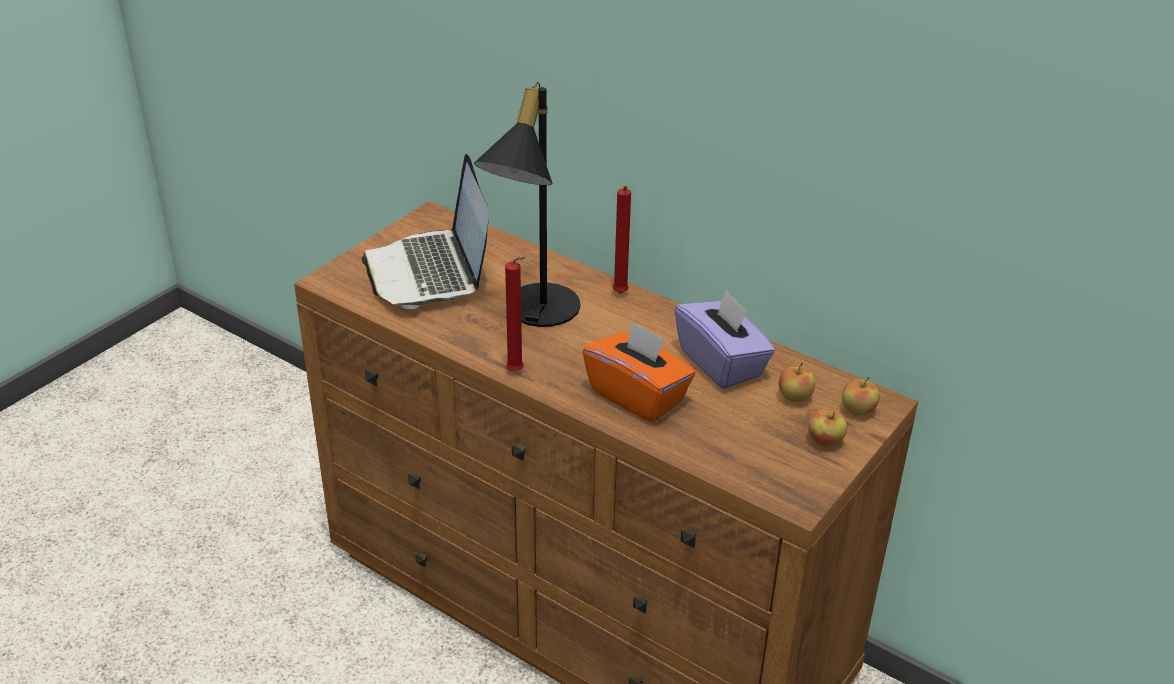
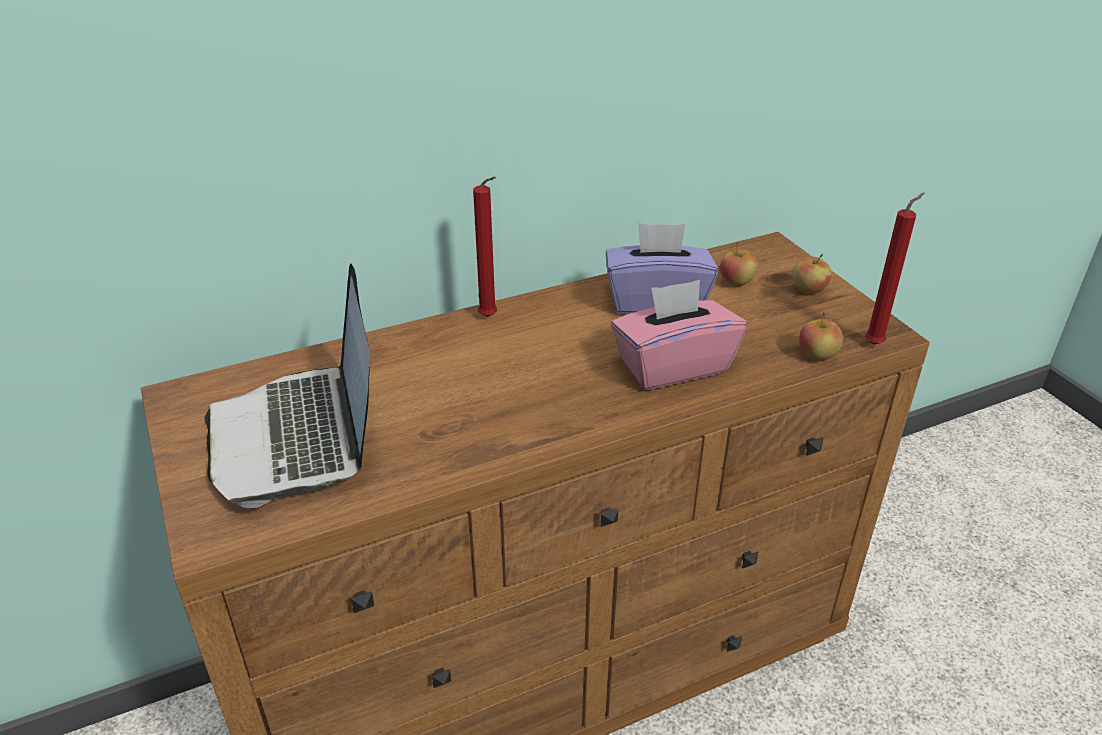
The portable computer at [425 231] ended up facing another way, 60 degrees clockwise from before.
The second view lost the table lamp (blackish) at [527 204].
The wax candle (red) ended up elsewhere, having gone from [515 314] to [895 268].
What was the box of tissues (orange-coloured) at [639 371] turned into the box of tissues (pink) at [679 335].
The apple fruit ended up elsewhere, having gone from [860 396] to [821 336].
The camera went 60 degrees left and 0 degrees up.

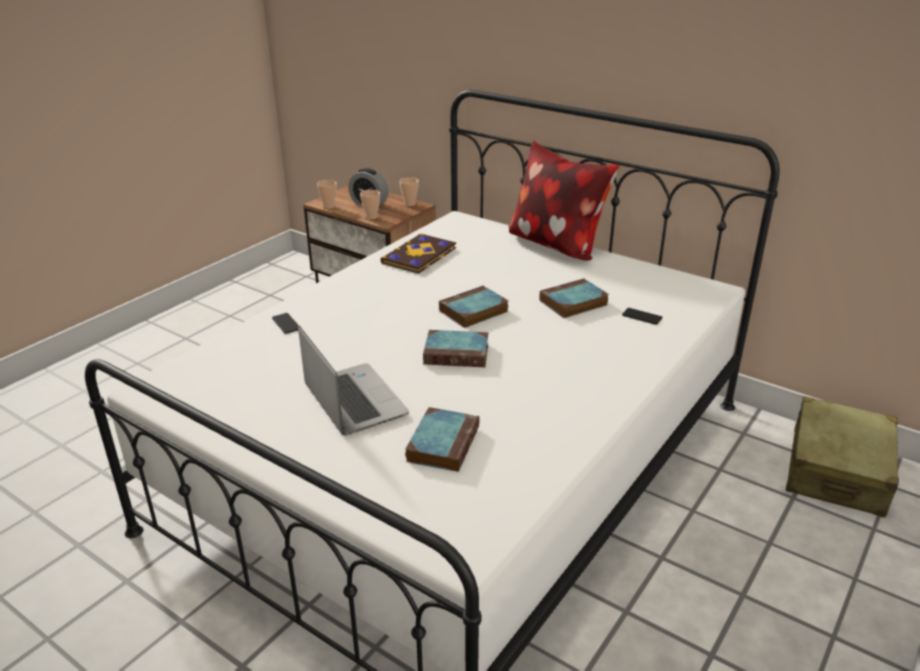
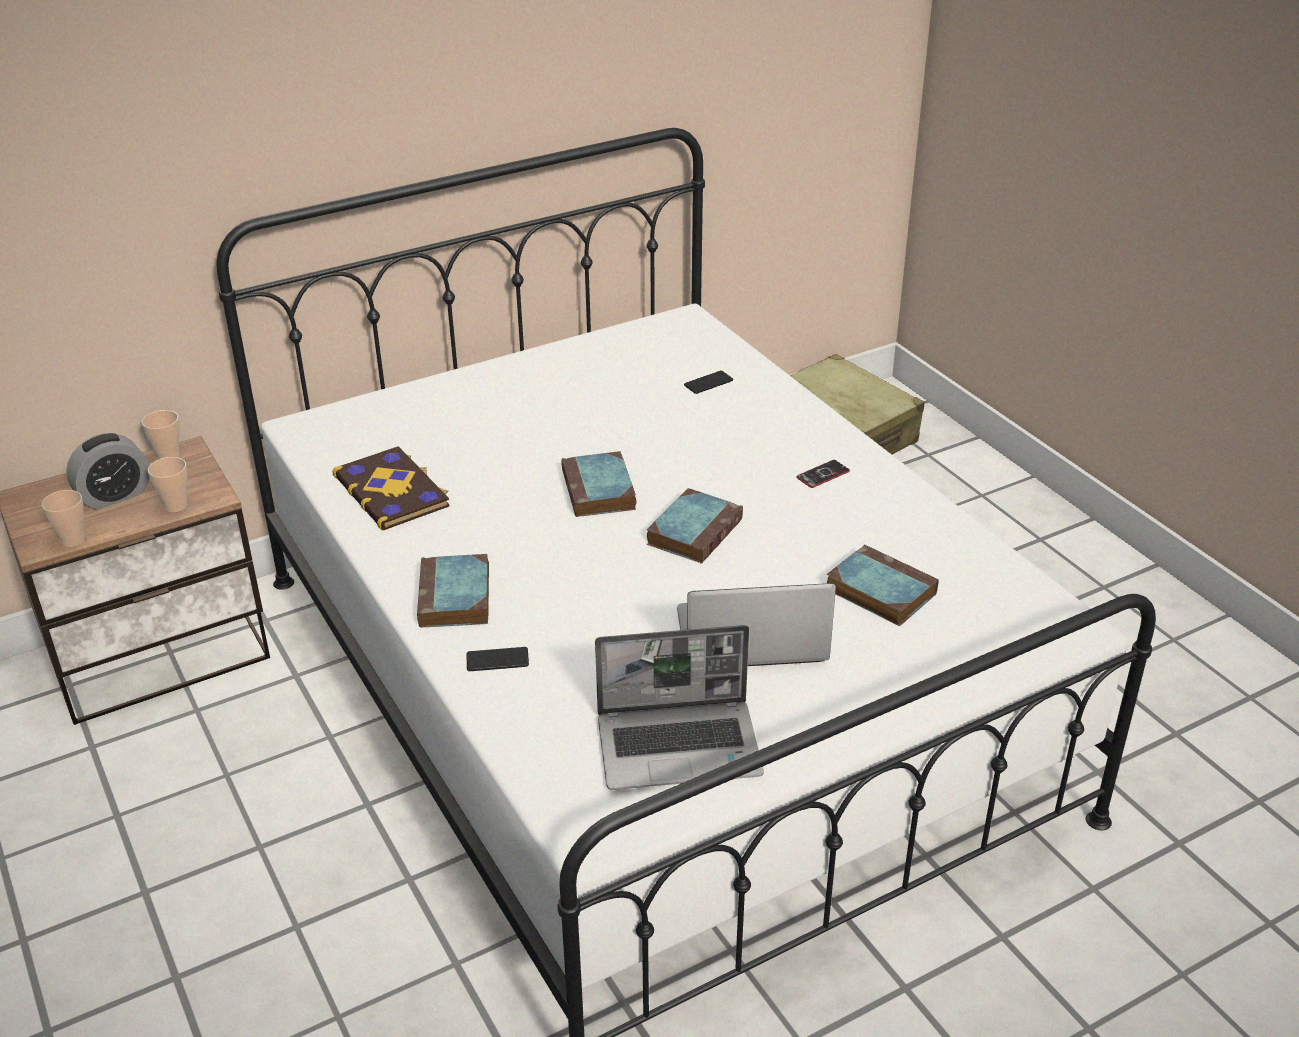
The second view lost the throw pillow at [564 200].
The bound book ended up elsewhere, having gone from [574 298] to [453 591].
The second view gained the portable computer at [679 707].
The second view gained the handset at [823 474].
The camera went 65 degrees left and 5 degrees up.

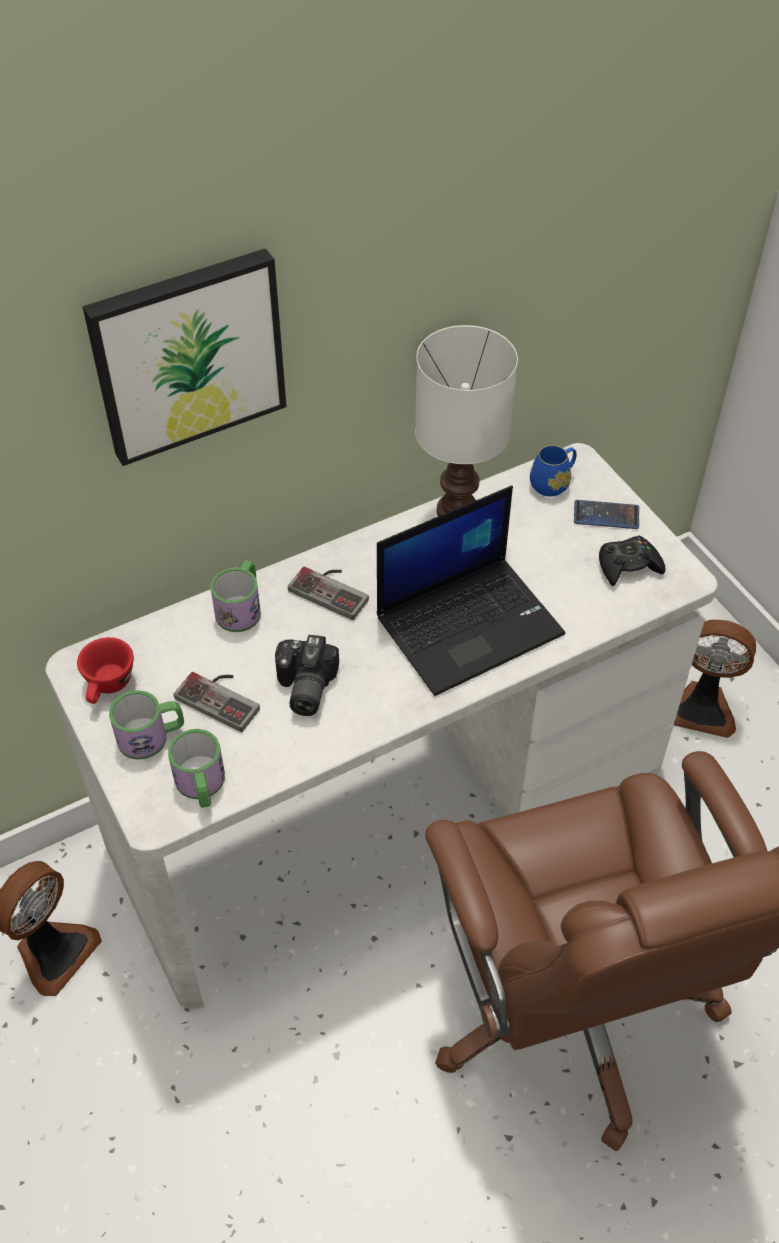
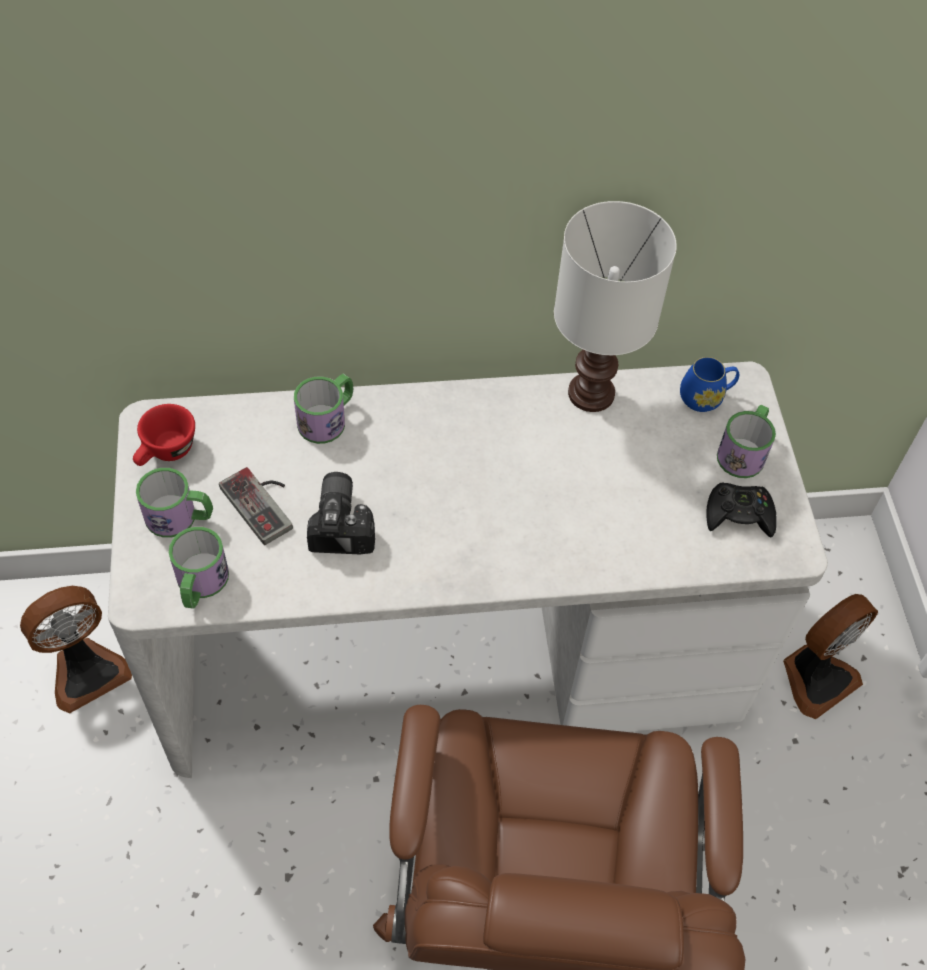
The second view lost the wall art at [185 357].
The still camera at [307 675] ended up facing another way, 150 degrees clockwise from before.
The second view lost the game controller at [328 593].
The second view lost the portable computer at [471 591].
Where the handset stood at [606 514], the mug came to stand at [746 441].
The fan at [715 679] ended up facing another way, 75 degrees counterclockwise from before.
The camera went 20 degrees right and 5 degrees up.

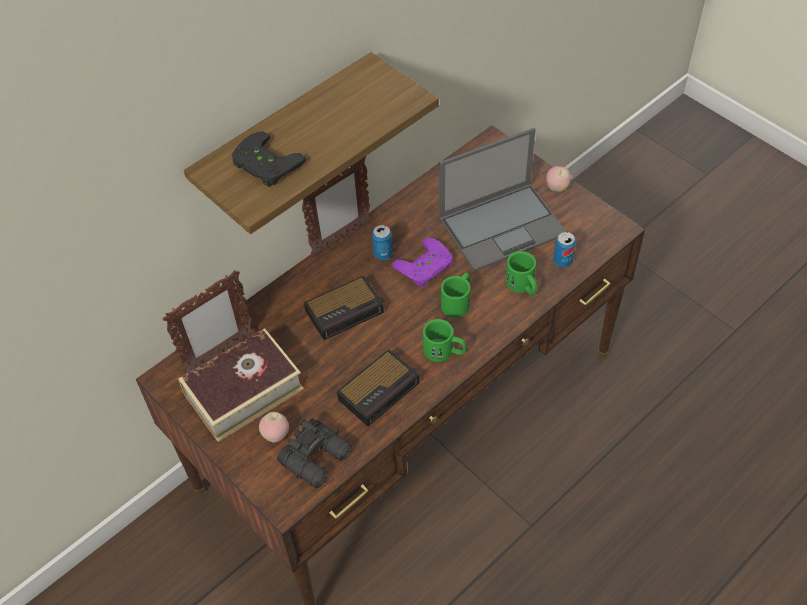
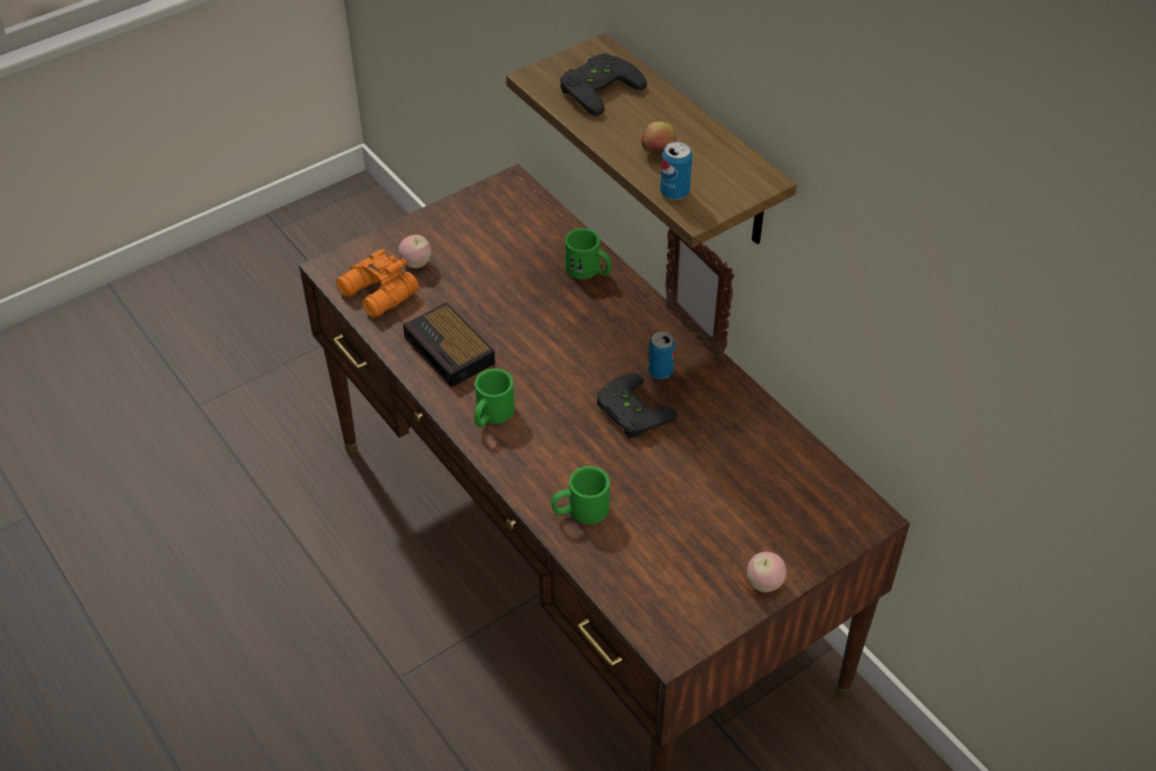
The second view lost the photo frame at [208 322].
The second view lost the bound book at [241 385].
What was the binoculars (blackish) at [314 453] turned into the binoculars (orange-coloured) at [377 283].
The second view lost the table clock at [344 308].
What was the game controller (purplish) at [422 262] turned into the game controller (blackish) at [637 406].
The second view lost the portable computer at [502 200].
The mug (greenish) ended up elsewhere, having gone from [456 295] to [588 253].
The metal can ended up elsewhere, having gone from [564 249] to [676 171].
The second view gained the apple fruit at [659 138].
The camera went 95 degrees right and 5 degrees down.

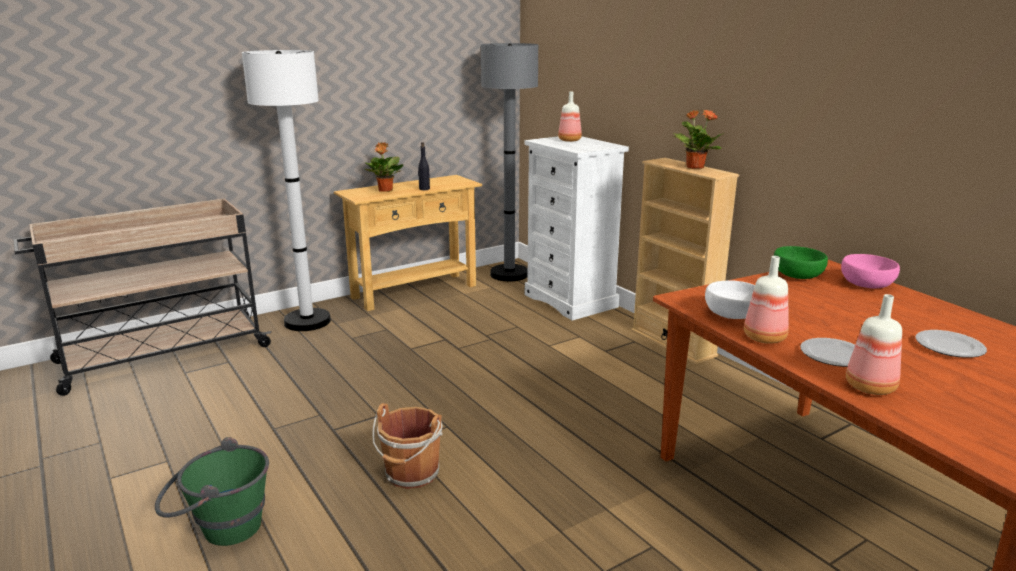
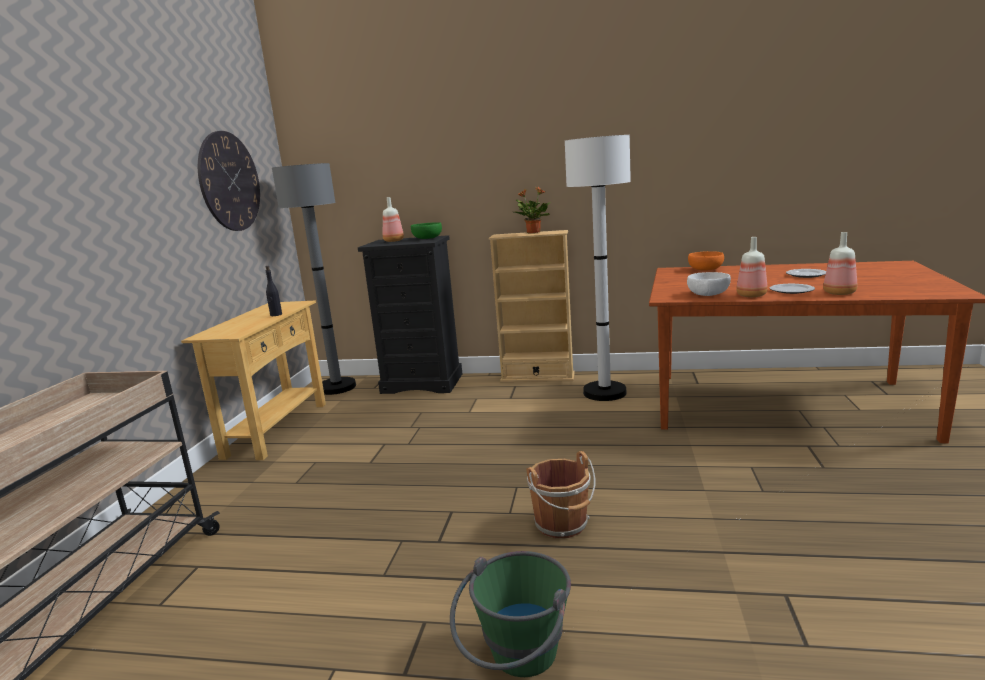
The standing lamp (white) ended up elsewhere, having gone from [286 190] to [598 268].
The second view lost the plant in a pot at [384 167].
What was the dresser (white) at [576 228] turned into the dresser (blackish) at [410 314].
The deep dish (greenish) ended up elsewhere, having gone from [801 262] to [426 230].
What was the deep dish (pink) at [870 271] turned into the deep dish (orange-coloured) at [706 261].
The second view gained the wall clock at [229 181].
The camera went 45 degrees left and 5 degrees down.

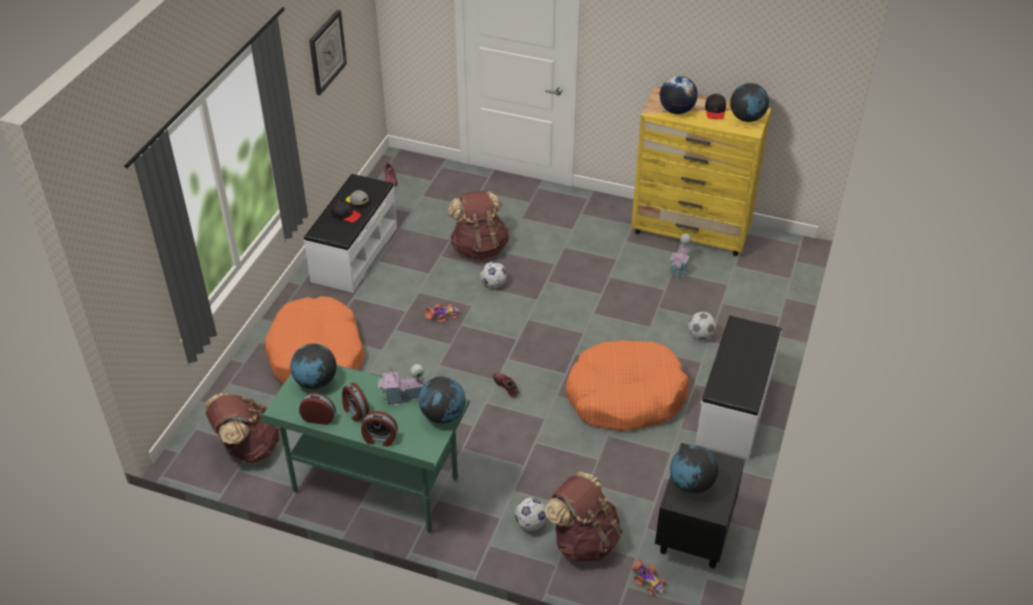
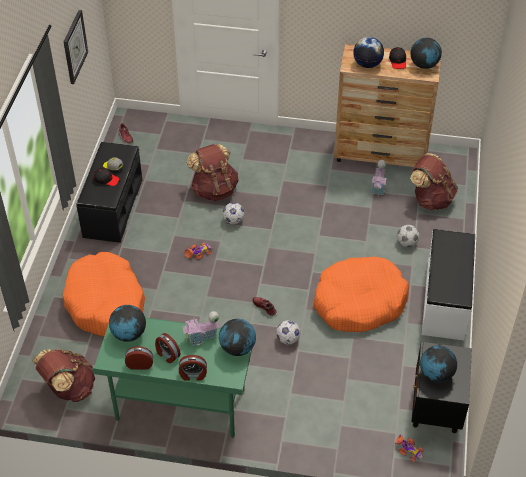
What was the long seat (white) at [350 233] turned into the long seat (blackish) at [109 192].
The football ball ended up elsewhere, having gone from [531 514] to [288 332].
The rucksack (brown-coloured) ended up elsewhere, having gone from [583 516] to [434 182].
What was the dresser (yellowish) at [701 171] turned into the dresser (brown-coloured) at [387 105].
The camera went 10 degrees left and 5 degrees up.

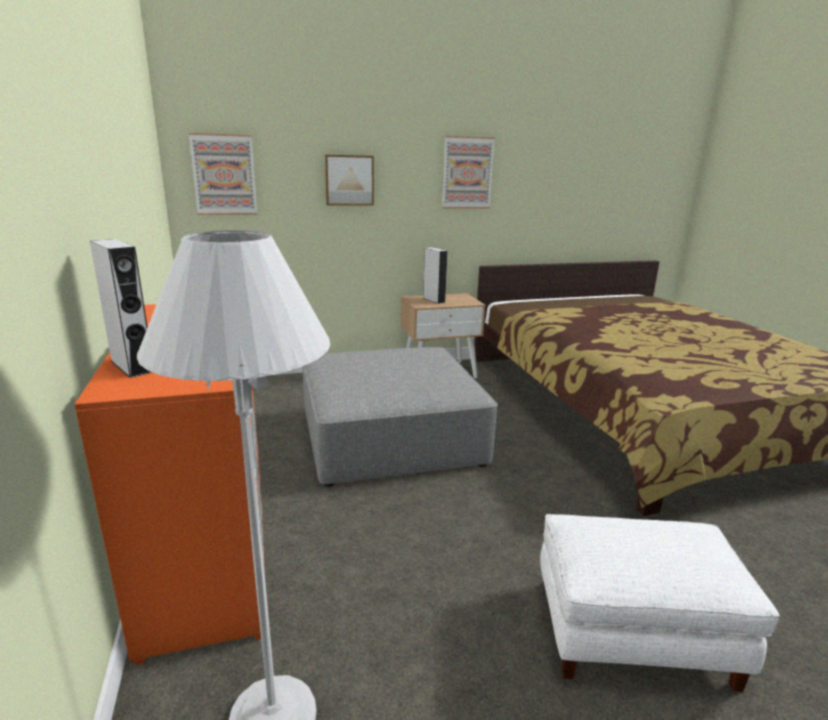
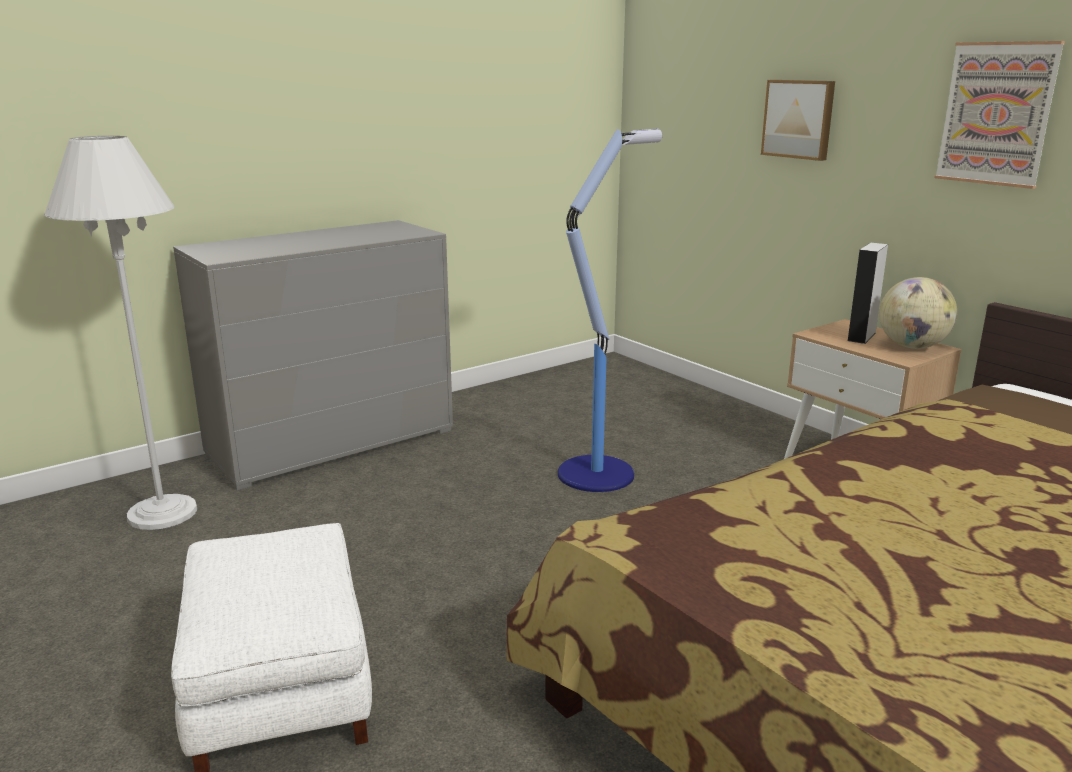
What was the dresser (orange-coloured) at [169 484] turned into the dresser (gray) at [313 355].
The second view lost the loudspeaker (gray) at [121 308].
The second view lost the wall art at [223 174].
Where the footrest (gray) stood at [400 417], the standing lamp came to stand at [610 310].
The second view gained the desk globe at [918 313].
The camera went 70 degrees right and 0 degrees up.

